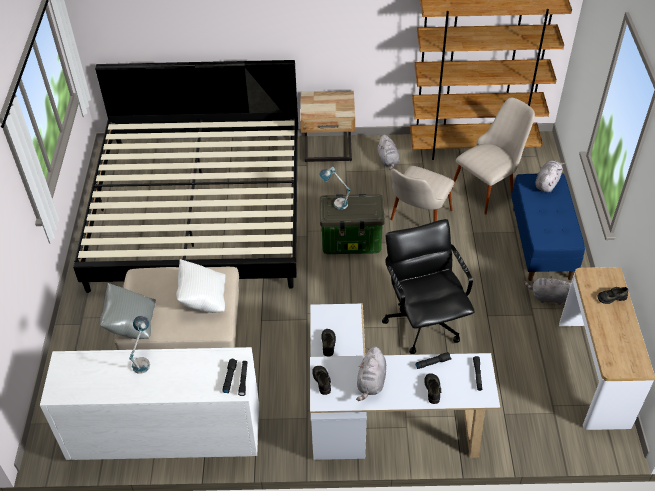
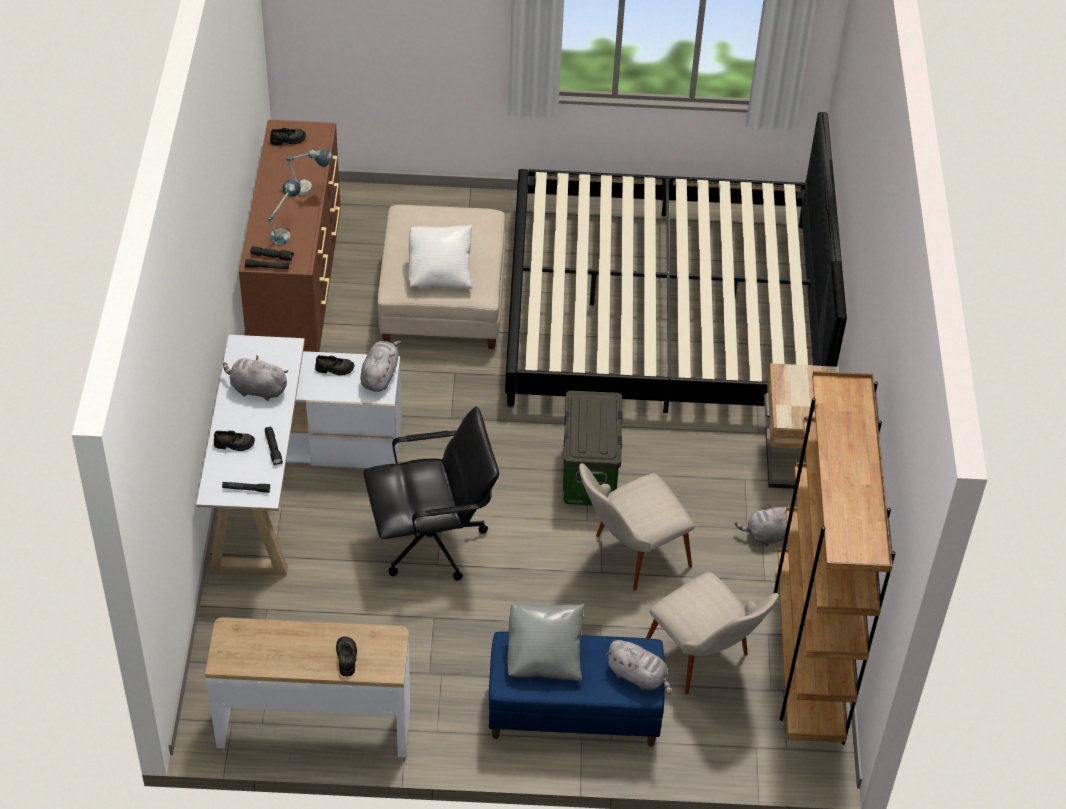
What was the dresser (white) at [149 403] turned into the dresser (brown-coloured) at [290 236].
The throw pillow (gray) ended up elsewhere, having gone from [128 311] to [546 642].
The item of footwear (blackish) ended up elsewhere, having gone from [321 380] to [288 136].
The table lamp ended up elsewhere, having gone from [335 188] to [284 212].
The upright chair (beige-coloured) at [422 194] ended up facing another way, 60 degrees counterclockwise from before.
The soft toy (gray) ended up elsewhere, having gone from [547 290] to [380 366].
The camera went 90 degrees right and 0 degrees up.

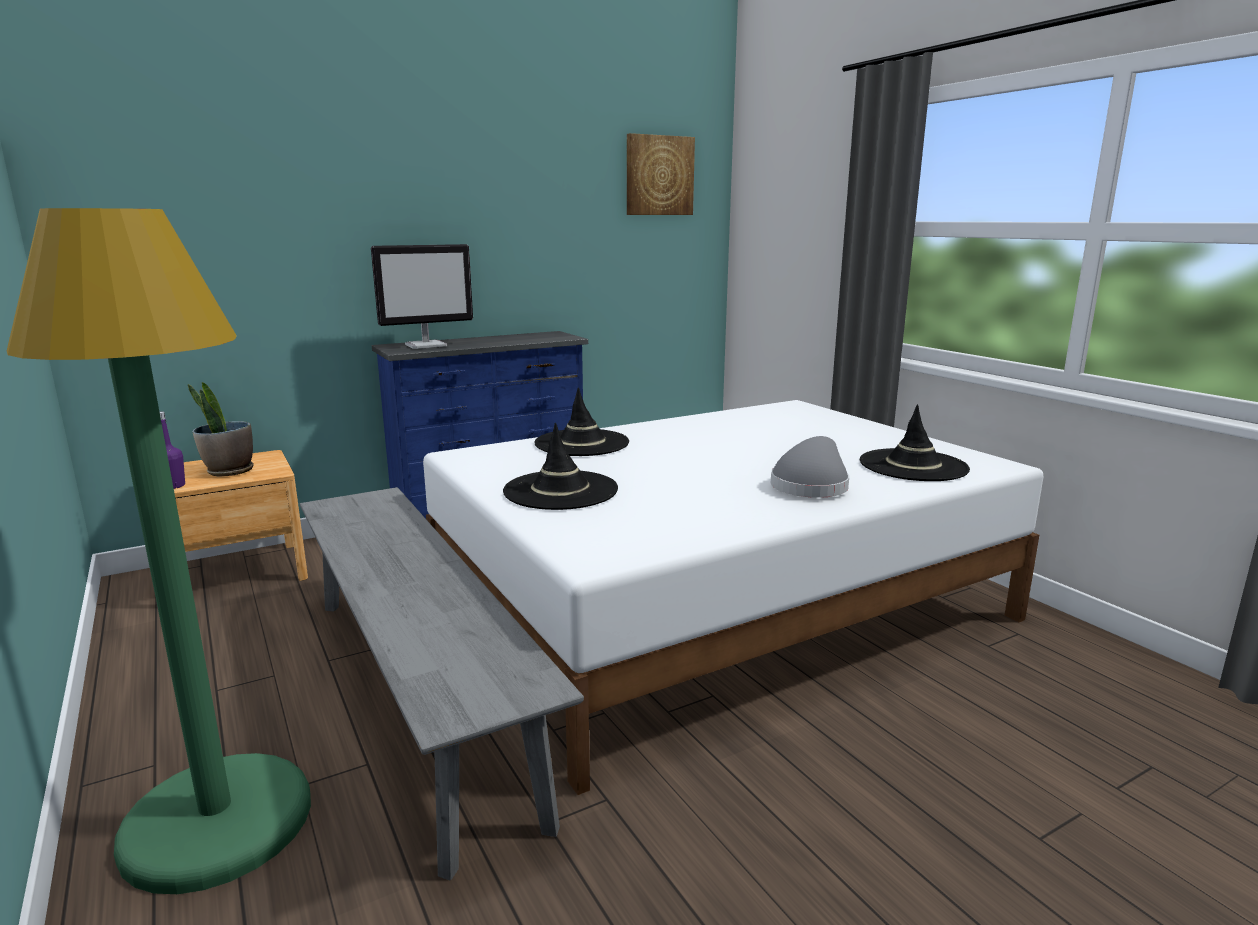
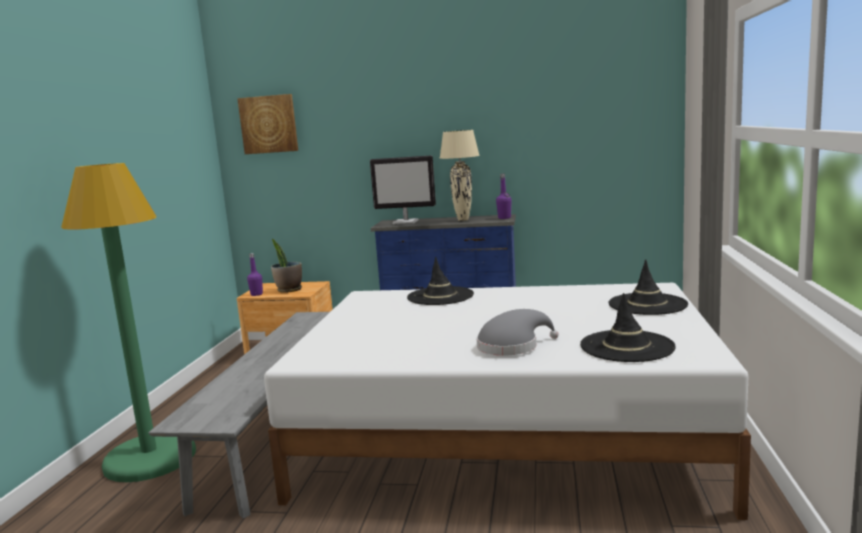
The hat (blackish) ended up elsewhere, having gone from [560 466] to [648 287].
The wall art ended up elsewhere, having gone from [661 174] to [267 124].
The second view gained the table lamp (beige-coloured) at [460 175].
The second view gained the bottle (purplish) at [504 196].
The camera went 40 degrees right and 5 degrees down.

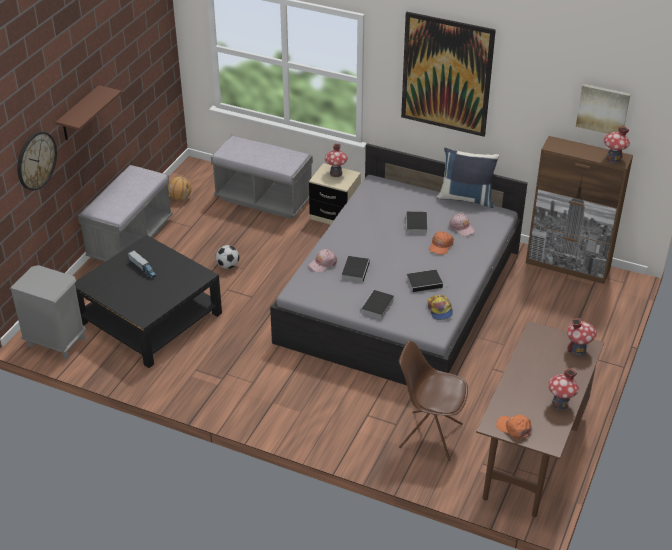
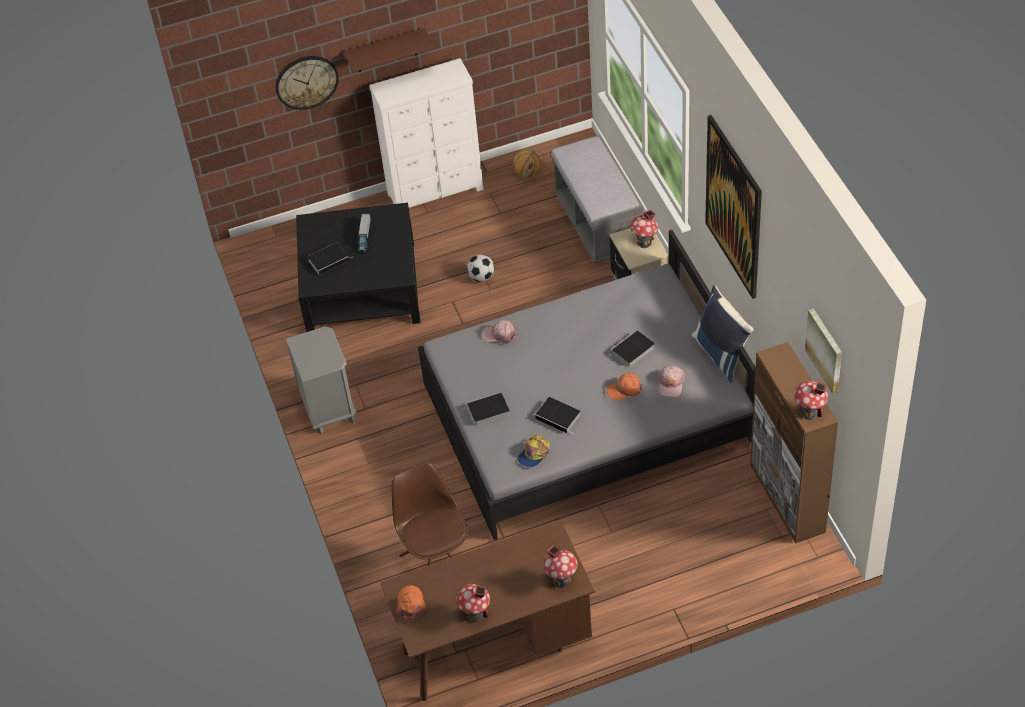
The bedside table (gray) ended up elsewhere, having gone from [48 312] to [321 380].
Where the long seat (gray) stood at [125 213], the dresser (white) came to stand at [426 133].
The bound book ended up elsewhere, having gone from [355 269] to [330 258].
The camera went 50 degrees right and 10 degrees up.

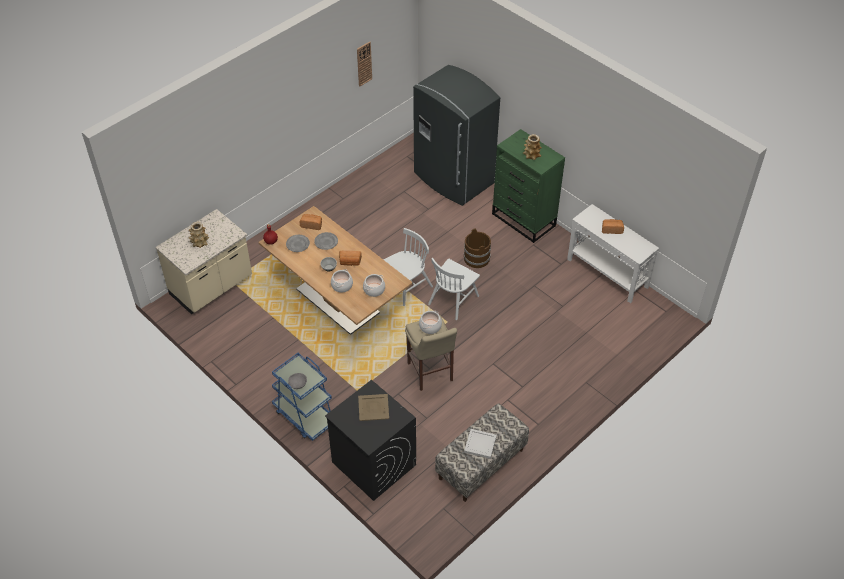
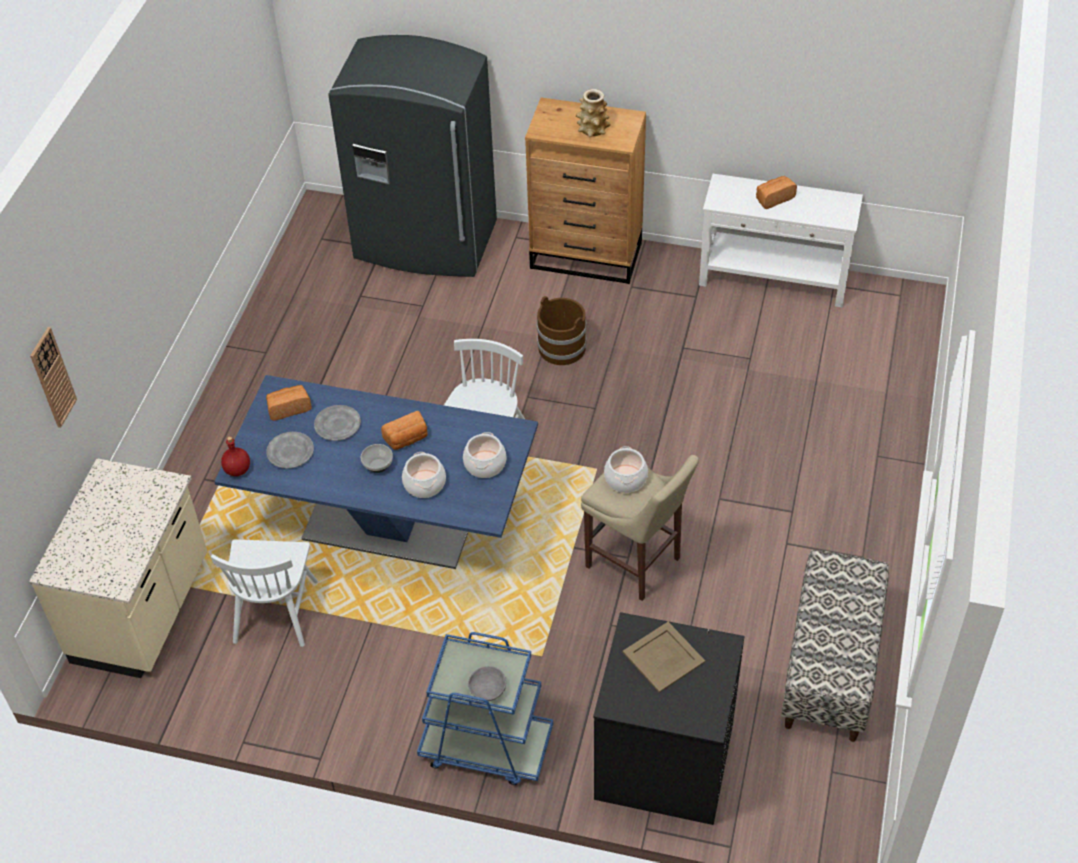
The second view lost the decorative vase at [199 235].
What was the kitchen table (beige-coloured) at [335 270] turned into the kitchen table (blue) at [376 472].
The wall clock ended up elsewhere, having gone from [364 64] to [53 377].
The upright chair (white) ended up elsewhere, having gone from [454 289] to [264 593].
The second view lost the serving tray (white) at [480 444].
What was the dresser (greenish) at [528 186] turned into the dresser (brown-coloured) at [585 191].
The camera went 30 degrees left and 0 degrees up.

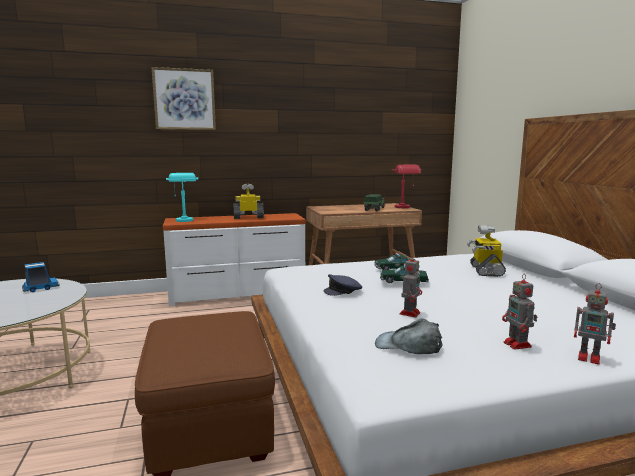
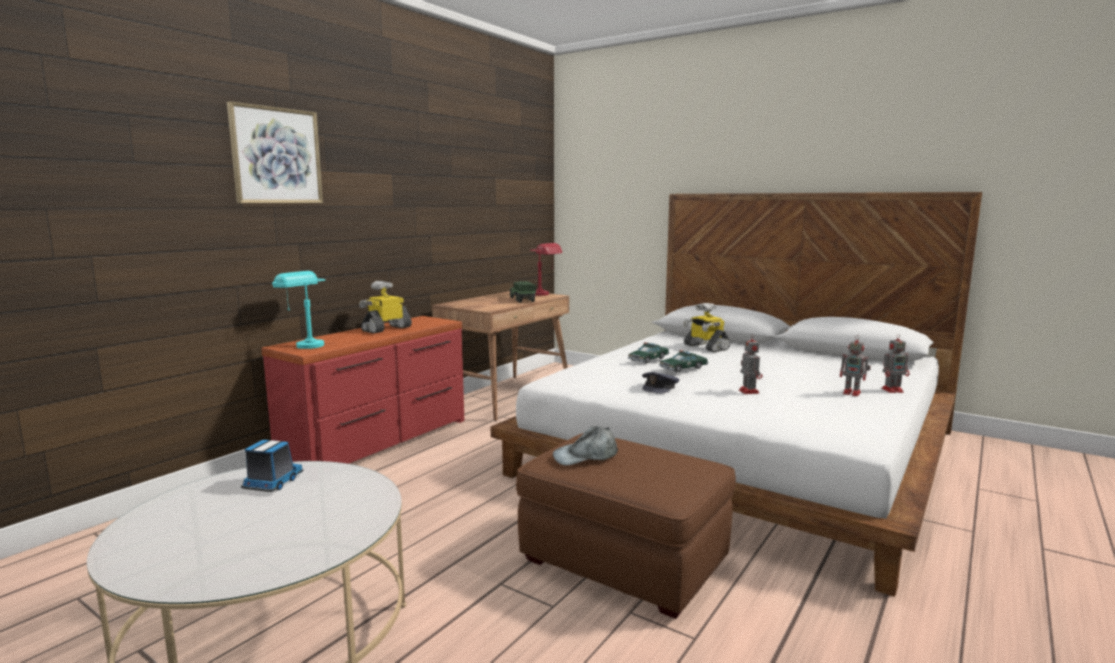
What was the dresser (white) at [234 259] turned into the dresser (red) at [362 390].
The baseball cap (gray) ended up elsewhere, having gone from [409 336] to [585 446].
The camera went 40 degrees left and 0 degrees up.

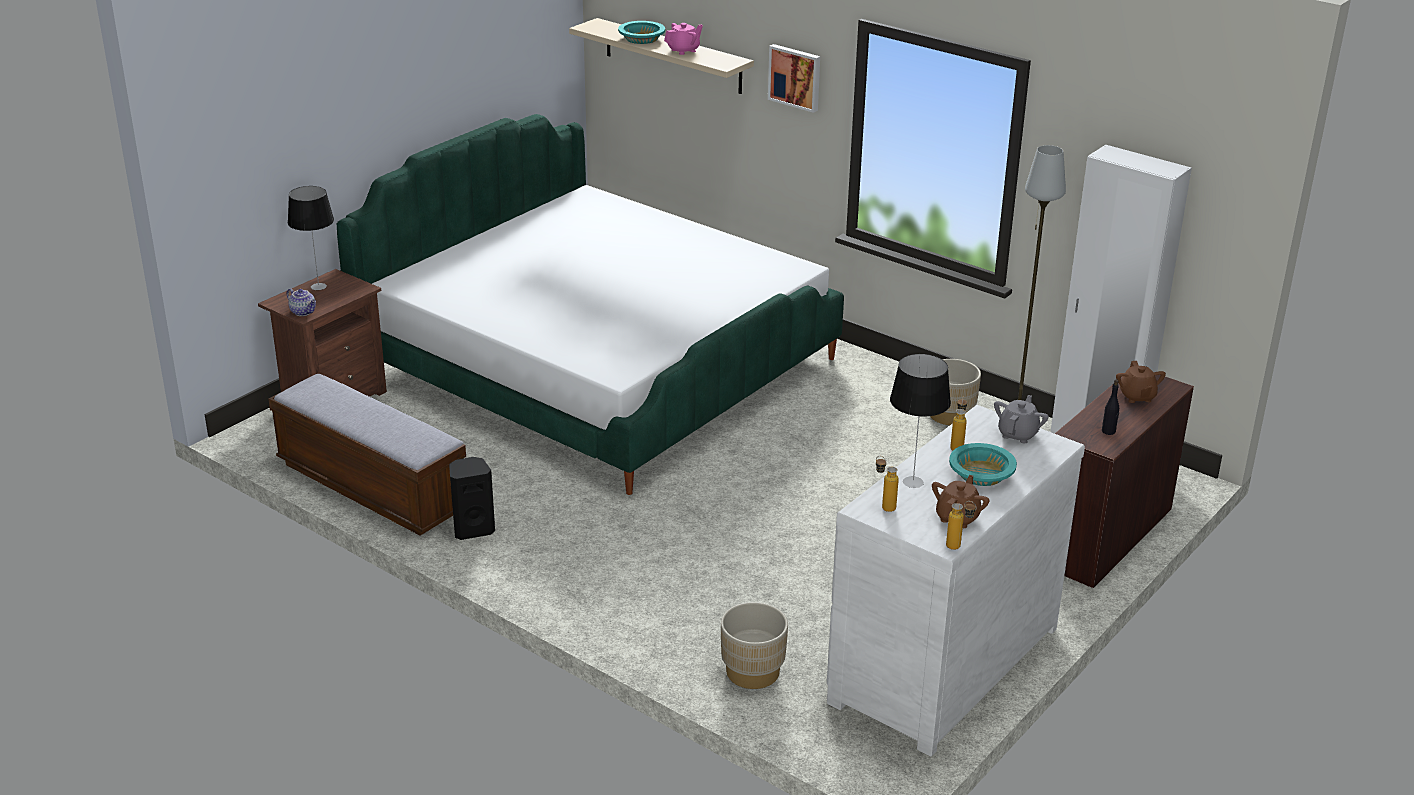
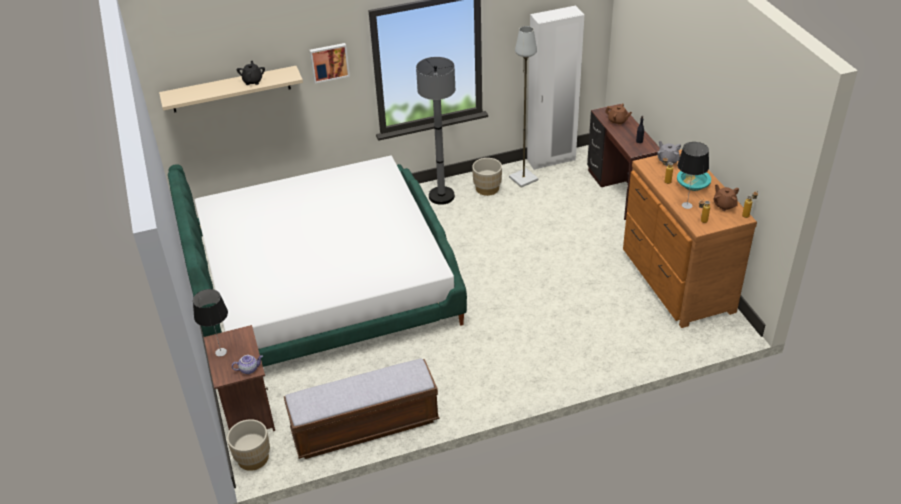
The second view lost the loudspeaker (blackish) at [472 498].
The second view lost the deep dish (turquoise) at [641 32].
What was the teapot (pink) at [683 39] turned into the teapot (blackish) at [251 73].
The flower pot (beige-coloured) ended up elsewhere, having gone from [754 645] to [248 445].
What was the dresser (white) at [956 580] turned into the dresser (brown-coloured) at [690 238].
The second view gained the standing lamp (gray) at [435 131].
The camera went 55 degrees left and 10 degrees up.

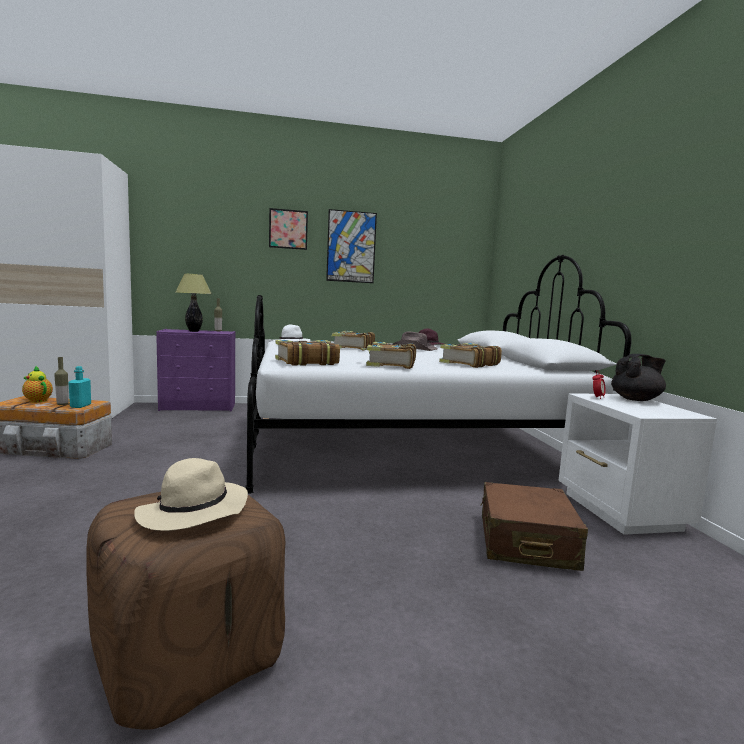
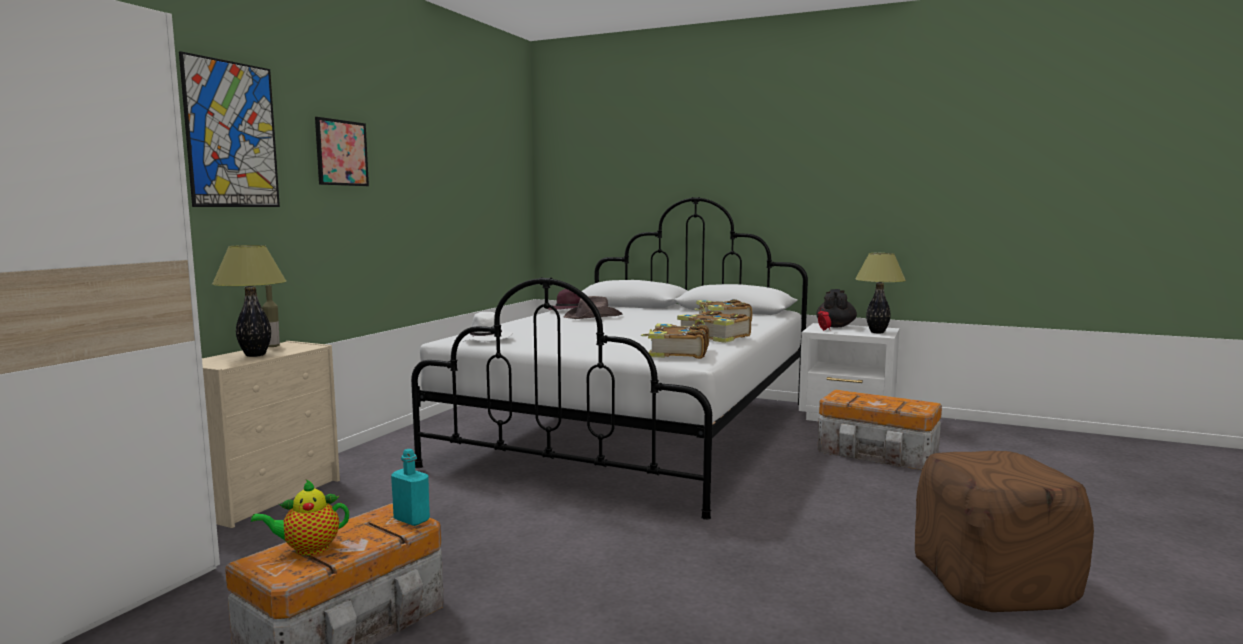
The second view lost the bottle at [61 381].
The second view lost the hat (beige-coloured) at [191 494].
What was the dresser (purplish) at [195 370] turned into the dresser (beige-coloured) at [271 434].
The wall art ended up elsewhere, having gone from [351 246] to [229 129].
The second view lost the bound book at [353 340].
Where the travel case (brown-coloured) stood at [534 526], the storage box came to stand at [880 430].
The second view gained the table lamp at [880 293].
The camera went 55 degrees left and 0 degrees up.

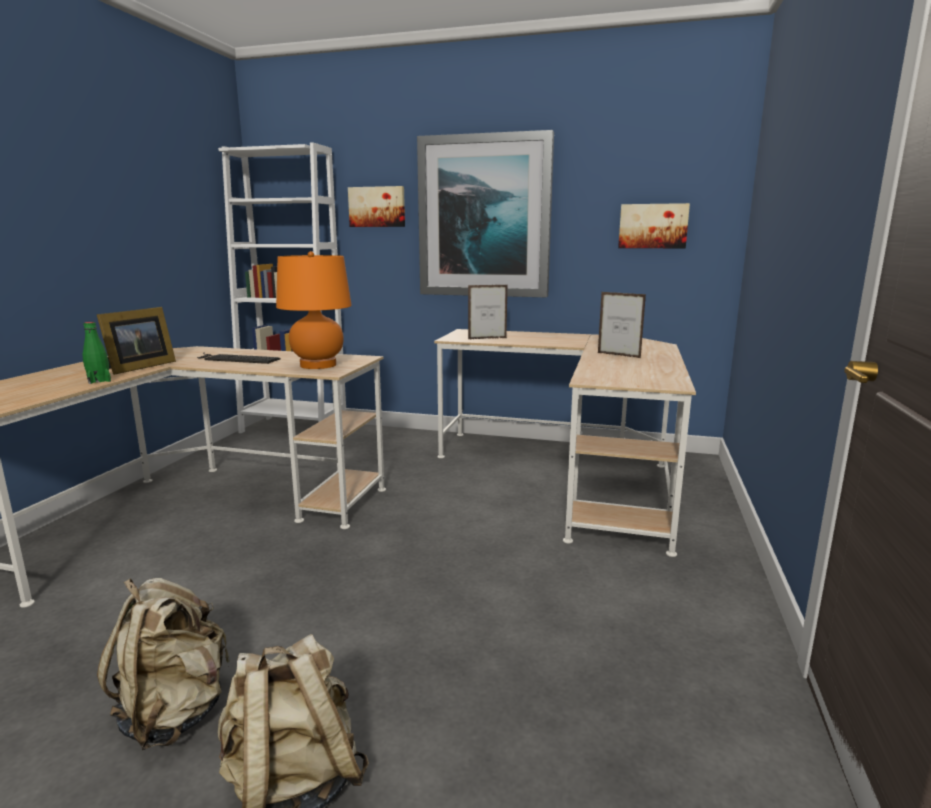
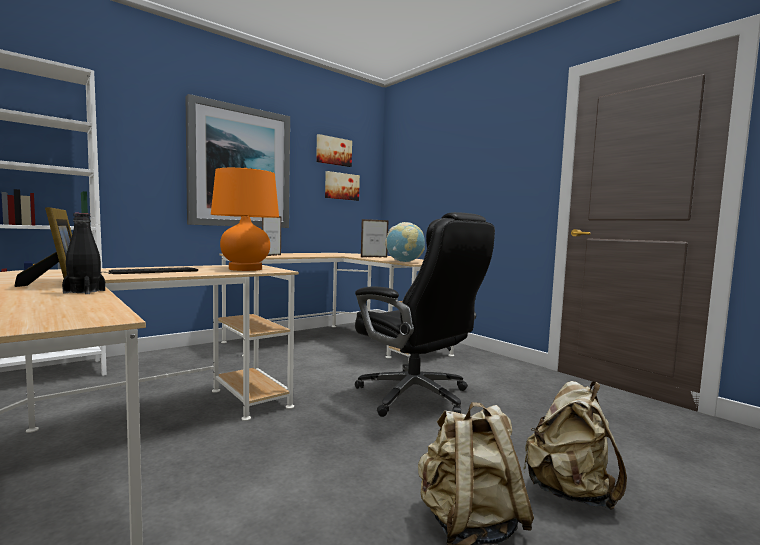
What was the bottle (greenish) at [97 353] turned into the bottle (blackish) at [83 253].
The wall art ended up elsewhere, having gone from [376 206] to [334 150].
The second view gained the office chair (blackish) at [425 314].
The second view gained the desk globe at [405 242].
The camera went 55 degrees left and 10 degrees down.

